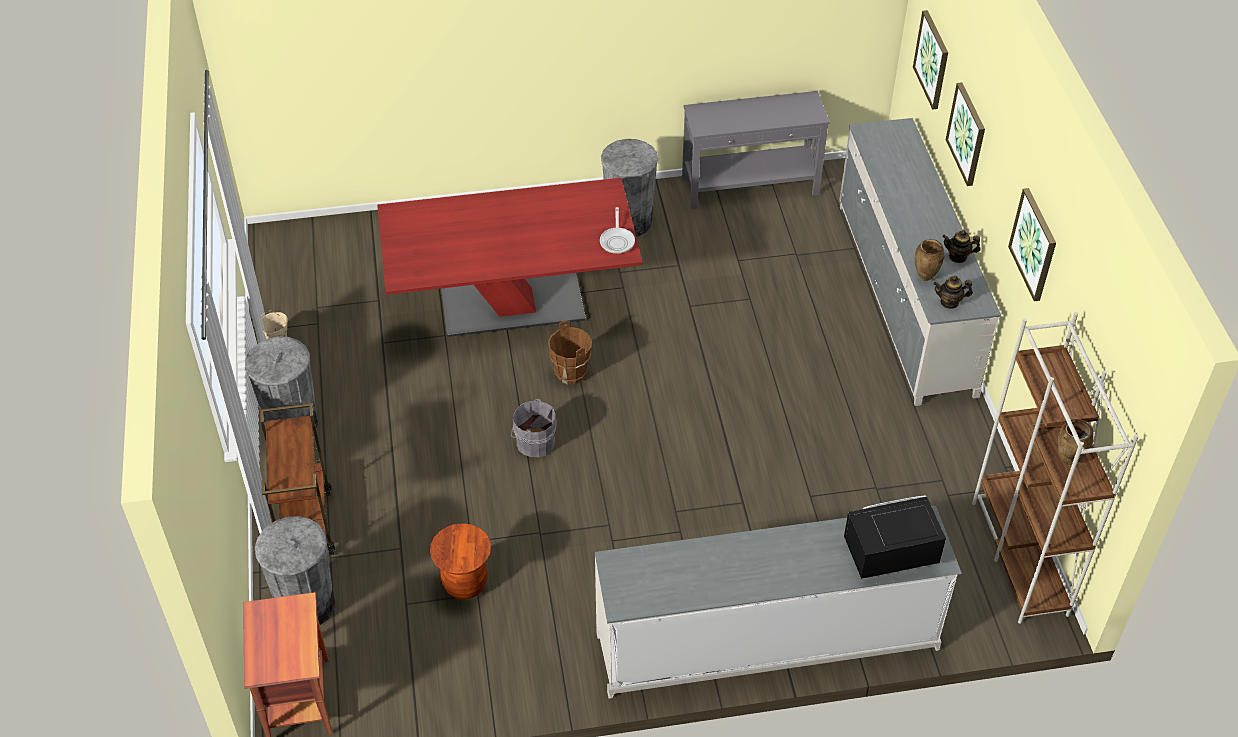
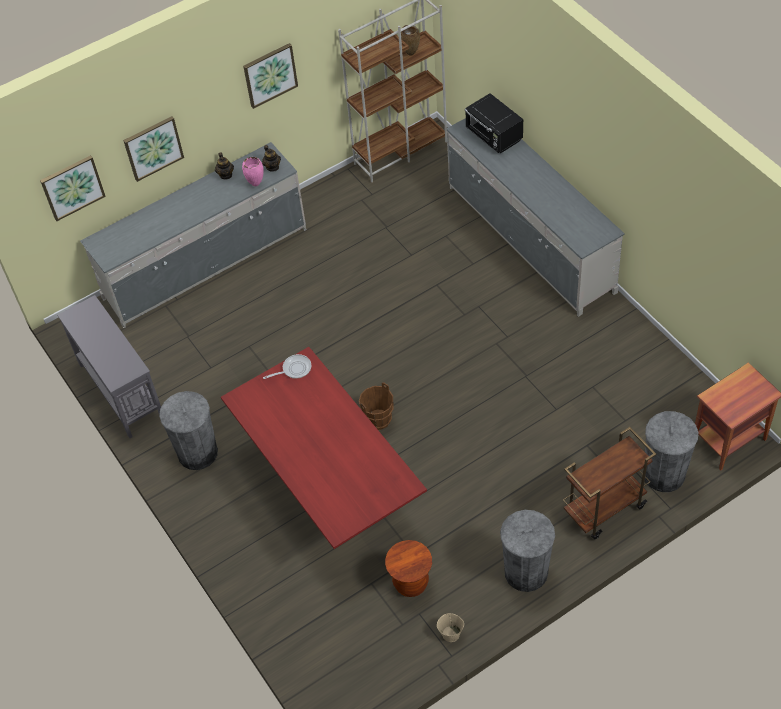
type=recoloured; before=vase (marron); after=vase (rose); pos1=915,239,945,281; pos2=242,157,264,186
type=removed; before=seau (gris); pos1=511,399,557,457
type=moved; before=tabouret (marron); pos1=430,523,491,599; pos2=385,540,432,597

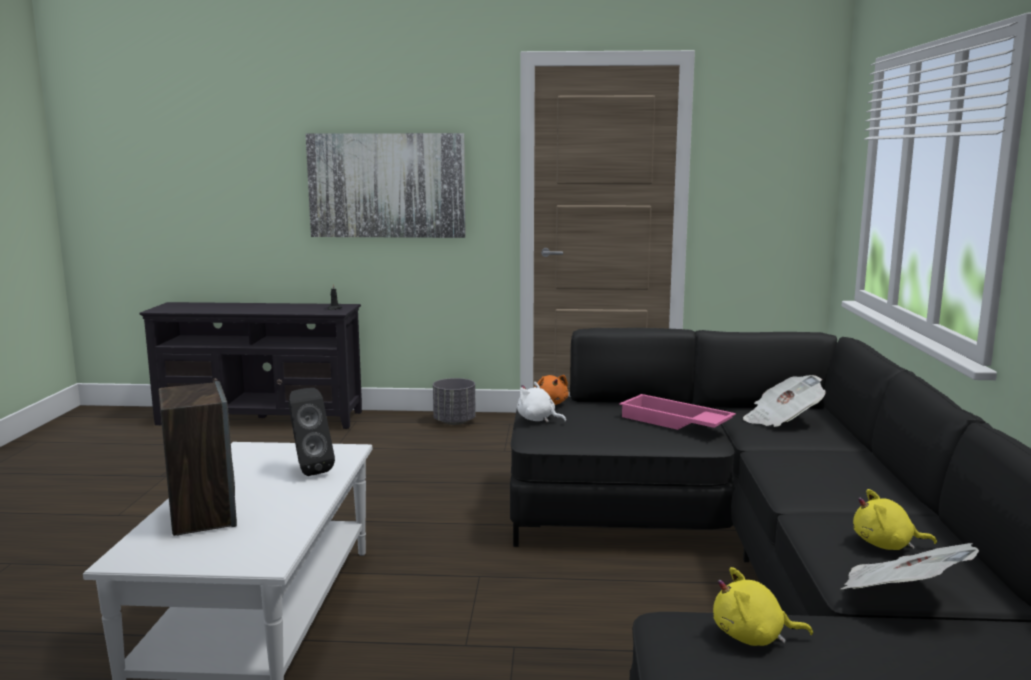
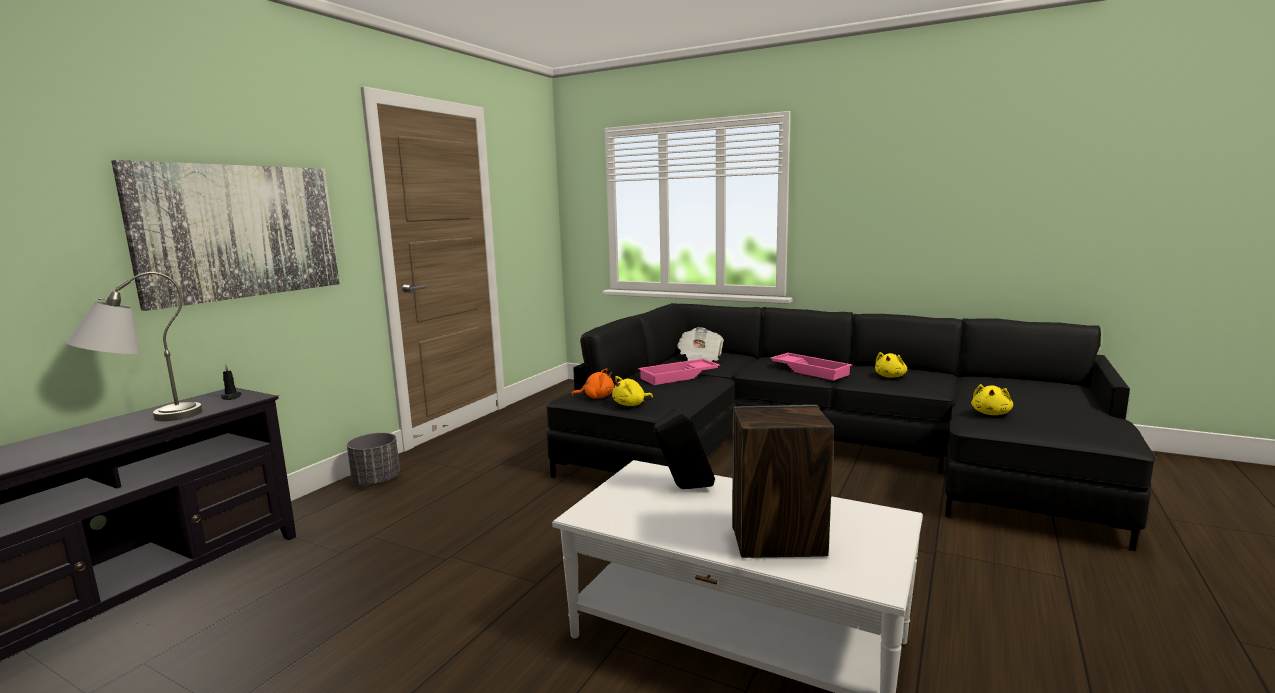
type=recoloured; before=peluche (blanc); after=peluche (jaune); pos1=517,382,566,423; pos2=612,376,653,406
type=removed; before=journal; pos1=841,543,979,589
type=added; after=lampe de table (gris); pos2=66,272,202,421
type=added; after=plateau (rose); pos2=770,353,852,380

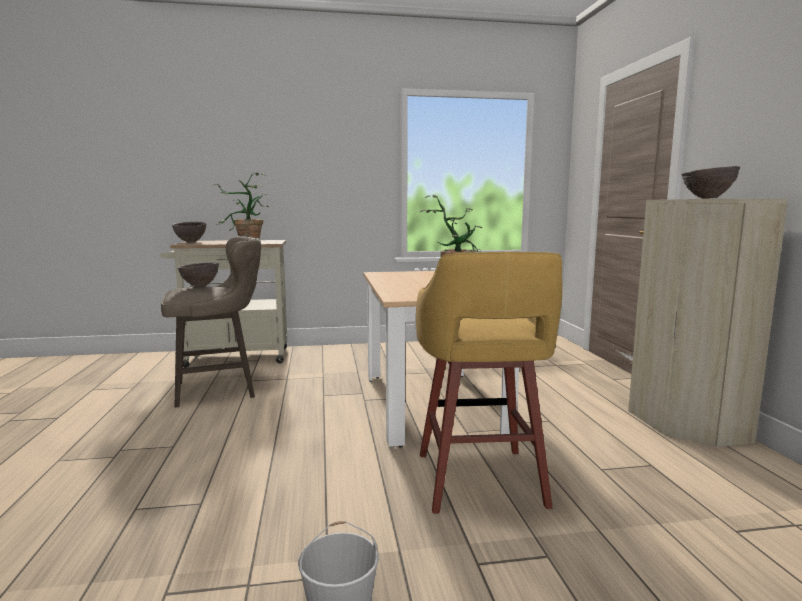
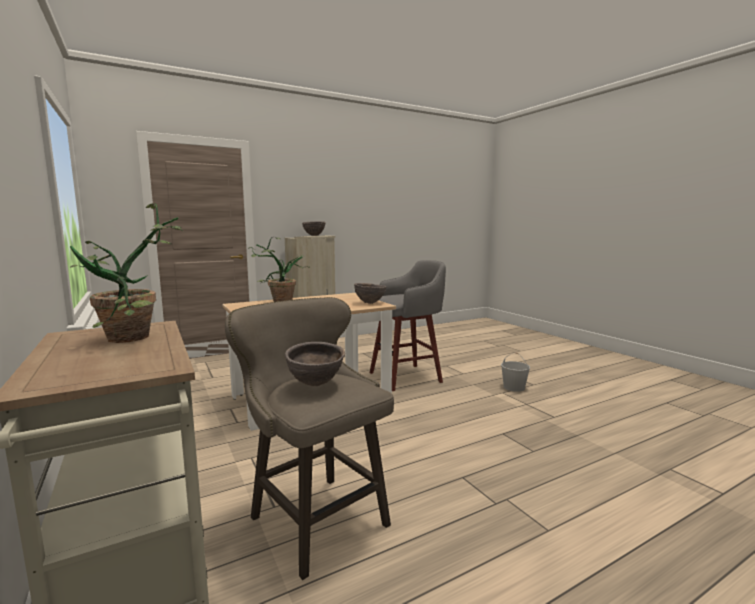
type=moved; before=bol (marron); pos1=172,222,207,242; pos2=354,283,387,304
type=recoloured; before=tabouret (jaune); after=tabouret (gris); pos1=416,252,562,514; pos2=370,260,446,391

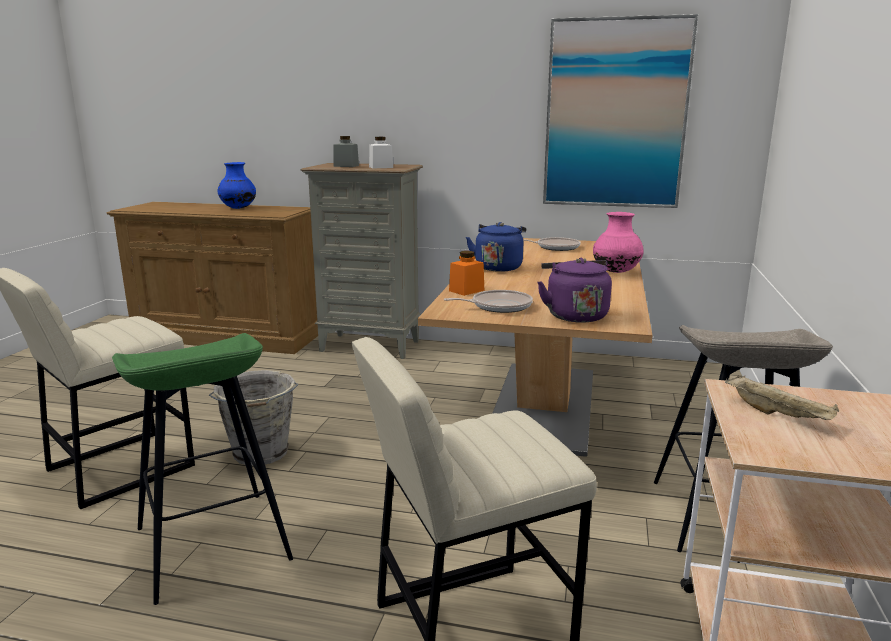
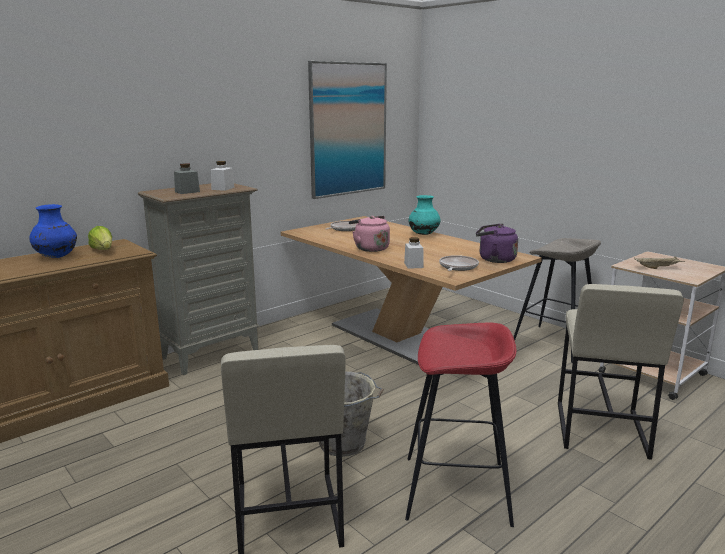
type=recoloured; before=vase (rose); after=vase (turquoise); pos1=593,212,644,273; pos2=408,195,441,235
type=recoloured; before=bouilloire (bleu); after=bouilloire (rose); pos1=466,222,526,272; pos2=349,216,390,252
type=recoloured; before=bocal (orange); after=bocal (blanc); pos1=449,251,484,296; pos2=404,237,424,269
type=recoloured; before=tabouret (vert); after=tabouret (rouge); pos1=112,333,293,605; pos2=405,323,516,527
type=added; after=laitue; pos2=88,226,112,250

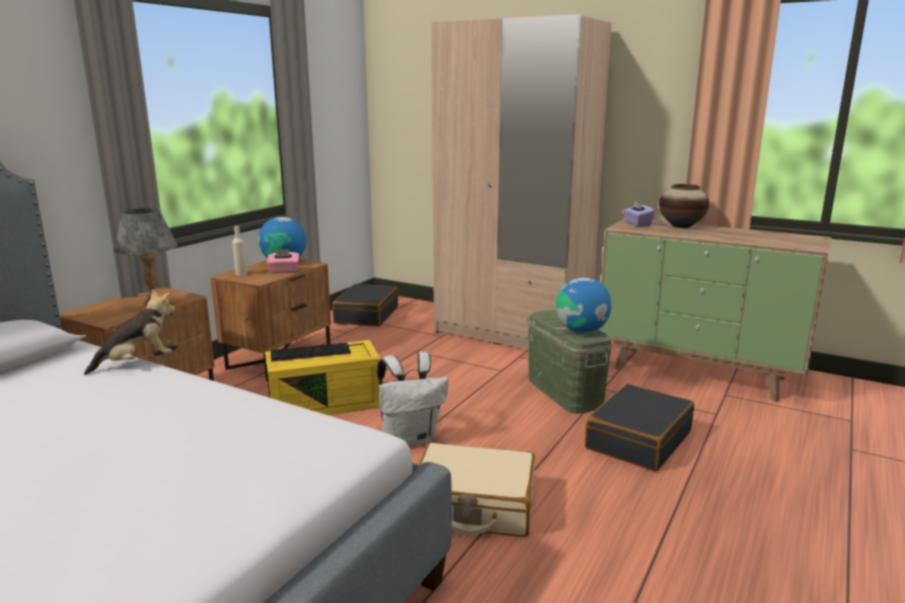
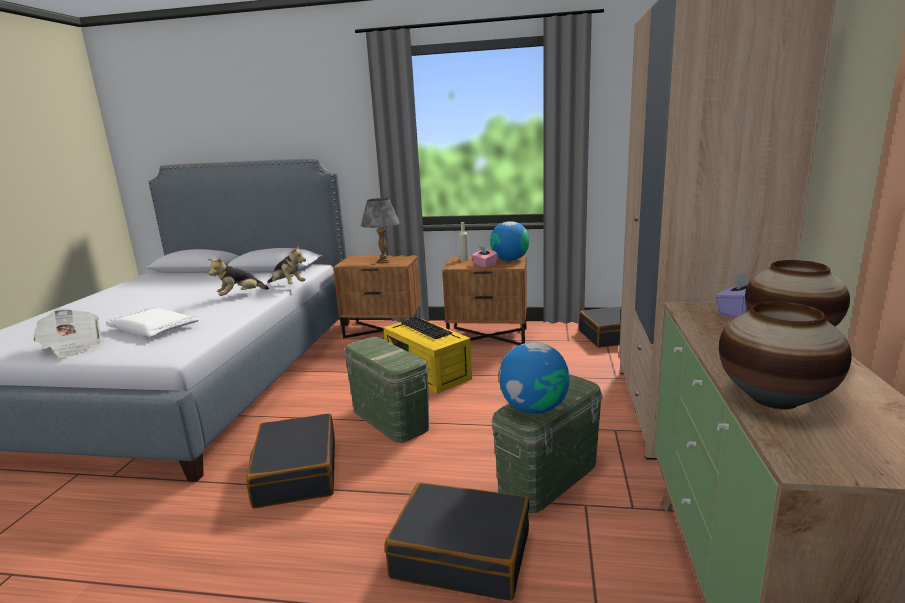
type=replaced; before=sac à dos (blanc); after=boîte de rangement (vert); pos1=377,352,449,447; pos2=344,337,429,443
type=recoloured; before=valise (beige); after=valise (noir); pos1=419,443,535,537; pos2=246,413,335,508
type=added; after=peluche; pos2=208,257,269,296
type=added; after=vase; pos2=719,301,852,410
type=added; after=coussin (blanc); pos2=106,307,200,337
type=added; after=journal; pos2=33,309,101,358

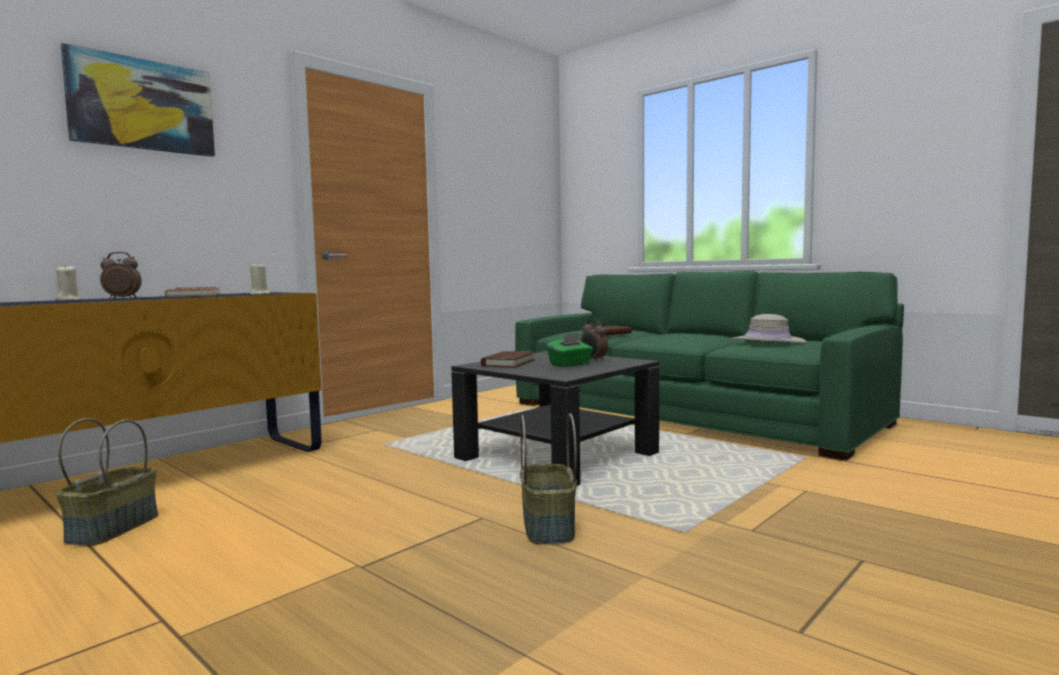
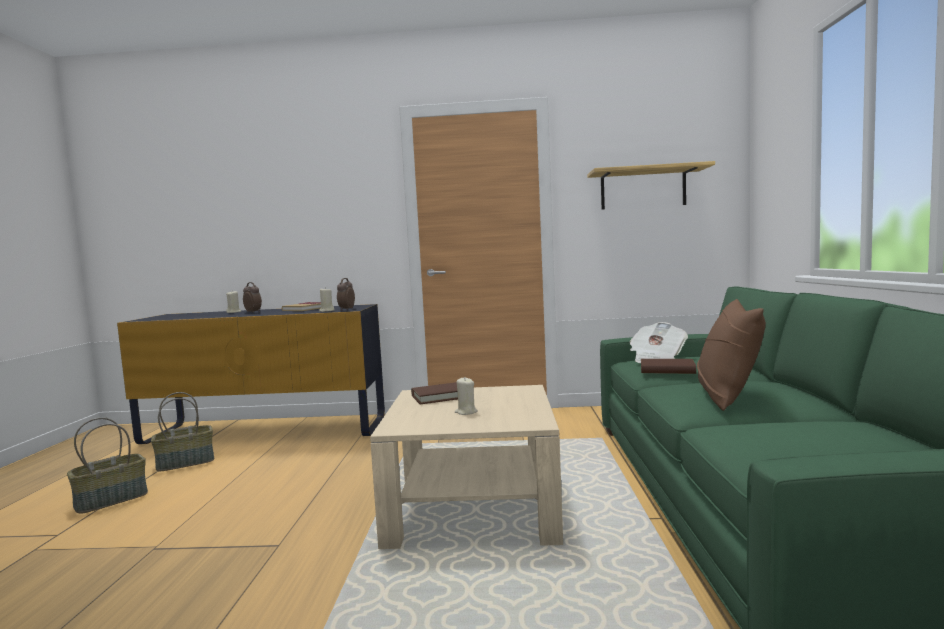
type=removed; before=tableau; pos1=61,43,215,157
type=removed; before=chapeau (beige); pos1=732,314,806,344
type=moved; before=réveil; pos1=580,319,608,362; pos2=337,278,355,311
type=replaced; before=boîte à mouchoirs (vert); after=bougie (beige); pos1=546,333,593,367; pos2=455,377,478,415
type=recoloured; before=table basse (noir); after=table basse (beige); pos1=451,351,659,486; pos2=370,385,563,549
type=moved; before=panier; pos1=520,413,577,544; pos2=67,417,148,514
type=added; after=étagère; pos2=587,161,715,210
type=added; after=coussin (marron); pos2=697,299,766,411
type=added; after=journal; pos2=630,322,688,363

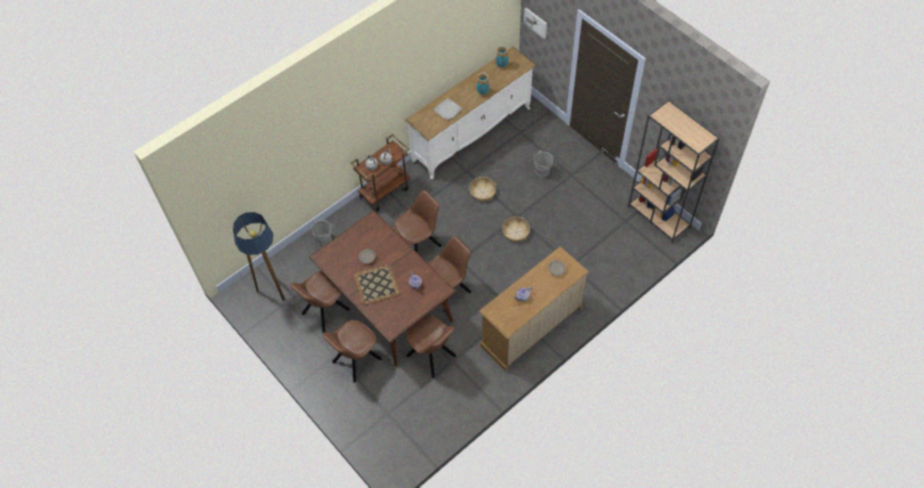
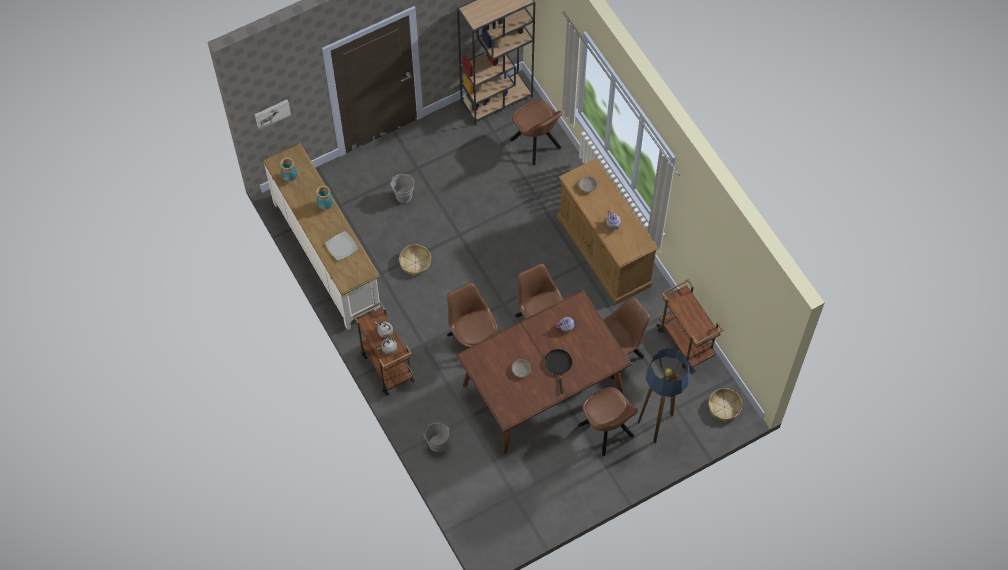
type=moved; before=lampadaire; pos1=233,212,285,301; pos2=638,348,690,443
type=moved; before=panier; pos1=502,217,530,243; pos2=709,388,742,422
type=replaced; before=plateau; after=poêle (noir); pos1=354,264,400,305; pos2=544,349,572,394
type=moved; before=chaise (marron); pos1=290,271,350,332; pos2=510,100,562,165
type=added; after=chariot (marron); pos2=657,279,724,369

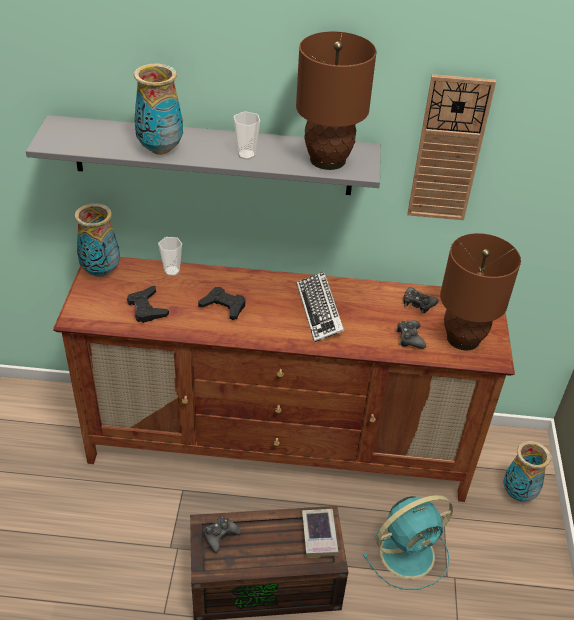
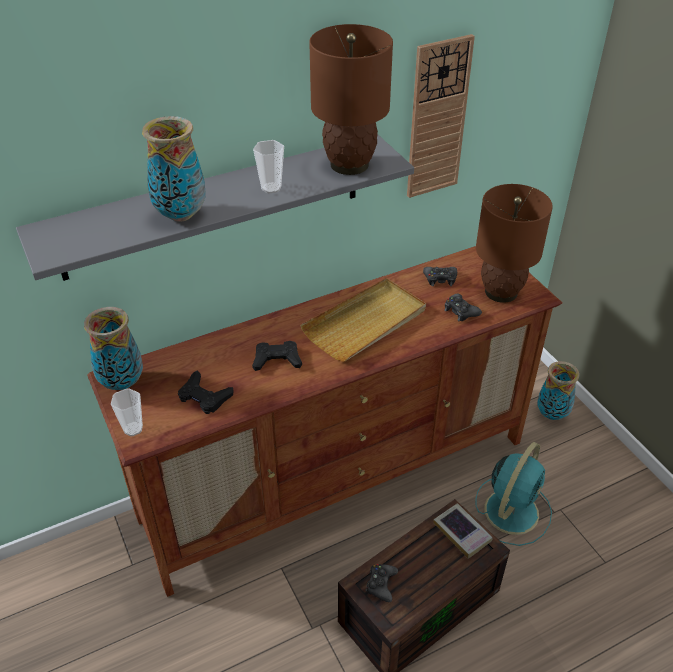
type=moved; before=tasse; pos1=158,237,182,276; pos2=111,388,143,436
type=replaced; before=clavier; after=plateau (beige); pos1=297,271,345,342; pos2=300,278,426,362

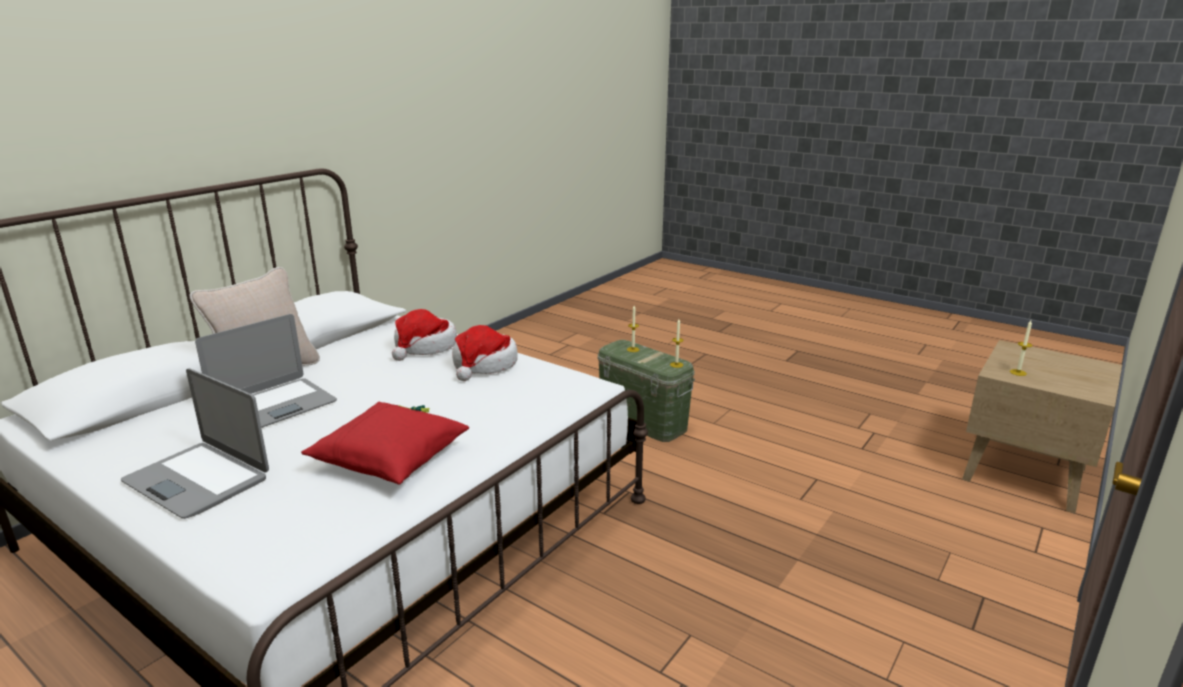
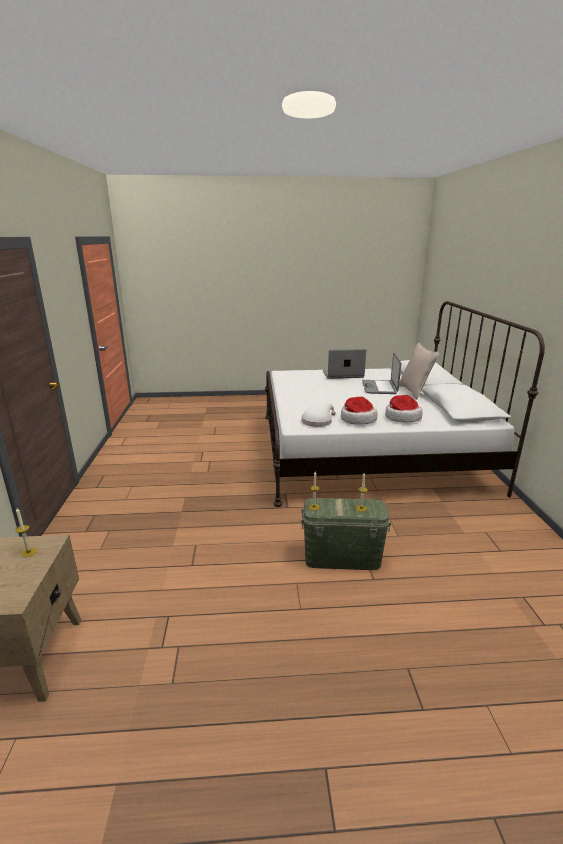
type=removed; before=coussin (rouge); pos1=301,402,469,485
type=added; after=chapeau (blanc); pos2=302,402,336,427

